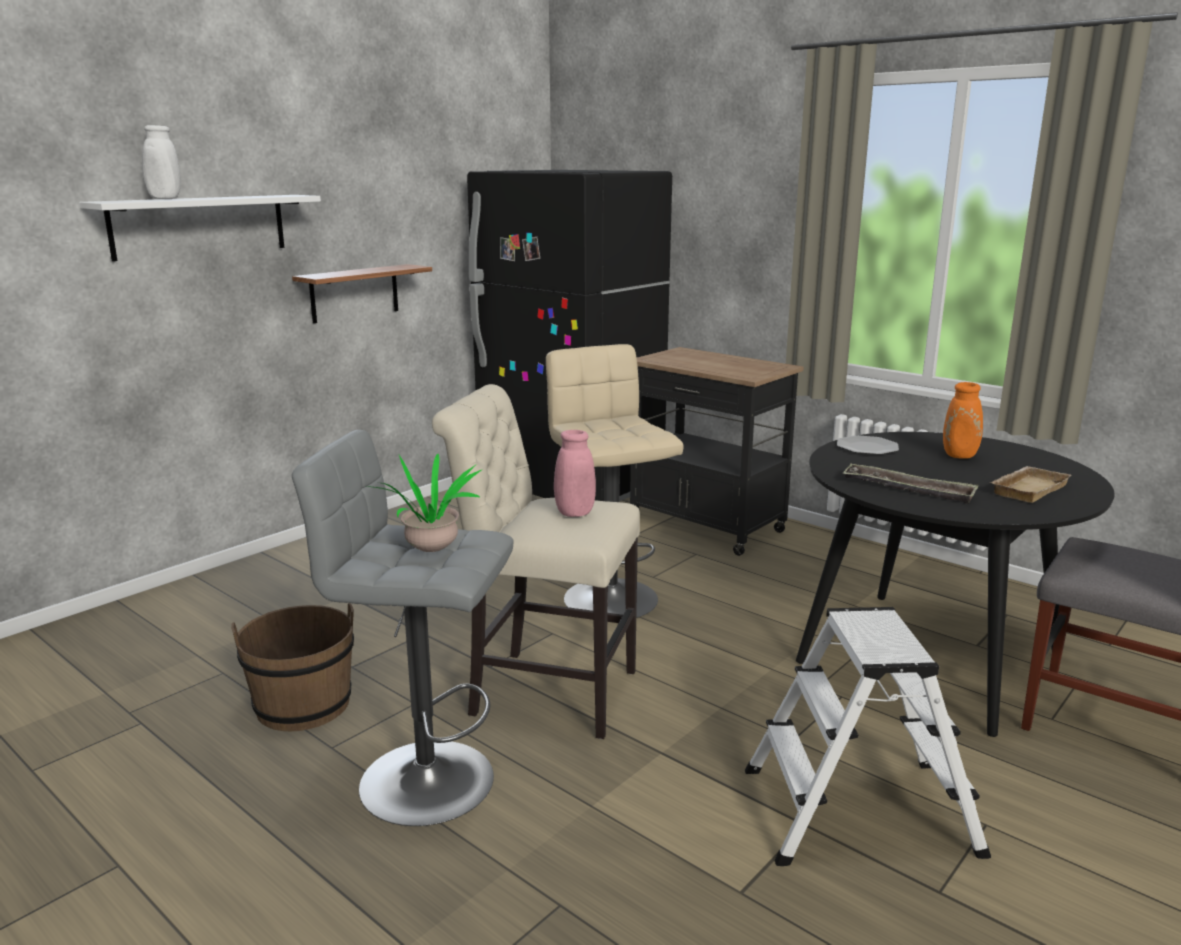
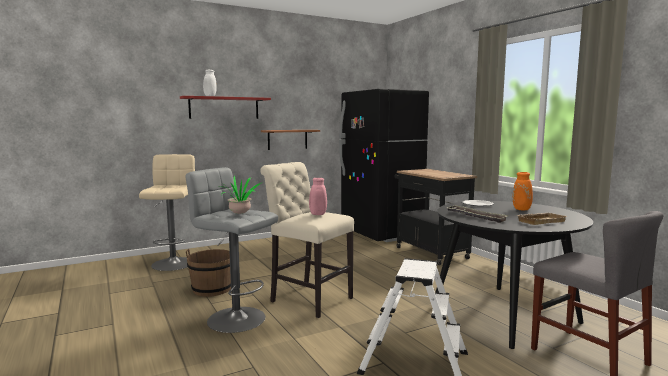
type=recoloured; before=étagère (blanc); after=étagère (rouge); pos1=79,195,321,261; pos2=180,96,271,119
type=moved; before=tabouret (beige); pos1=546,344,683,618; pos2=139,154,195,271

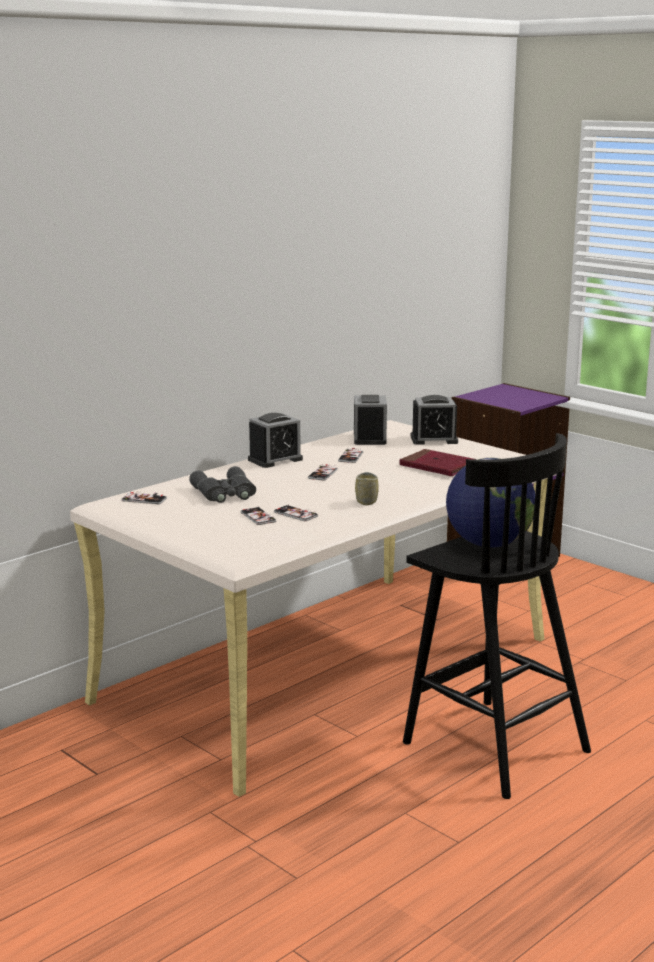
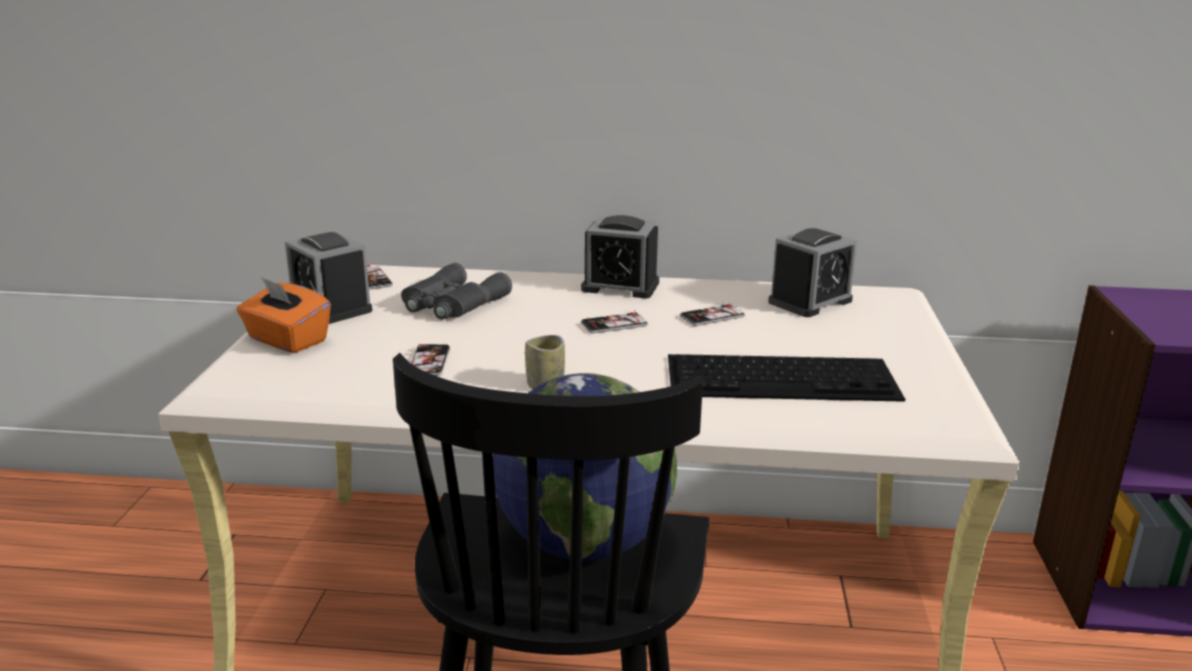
type=moved; before=réveil; pos1=411,395,458,445; pos2=285,231,372,324
type=replaced; before=livre (rouge); after=clavier; pos1=399,449,477,476; pos2=668,354,905,402
type=removed; before=téléphone; pos1=241,507,276,525
type=added; after=boîte à mouchoirs (orange); pos2=236,277,331,353

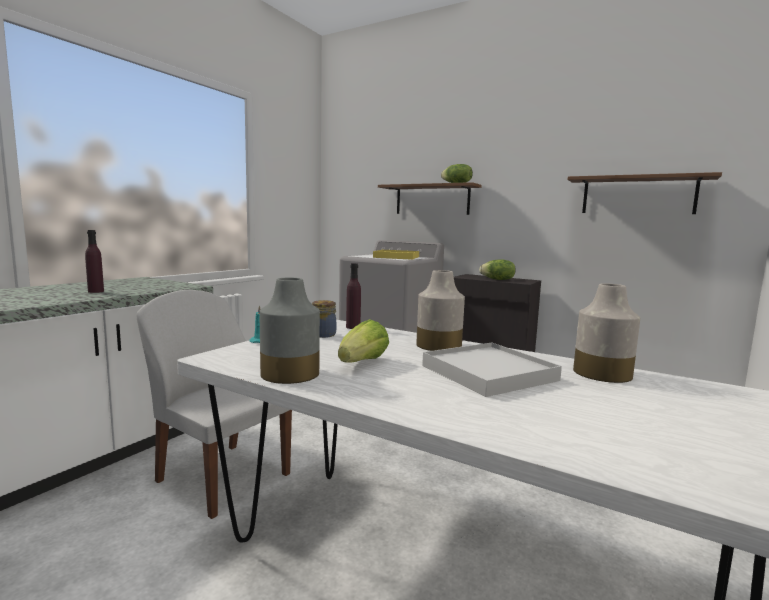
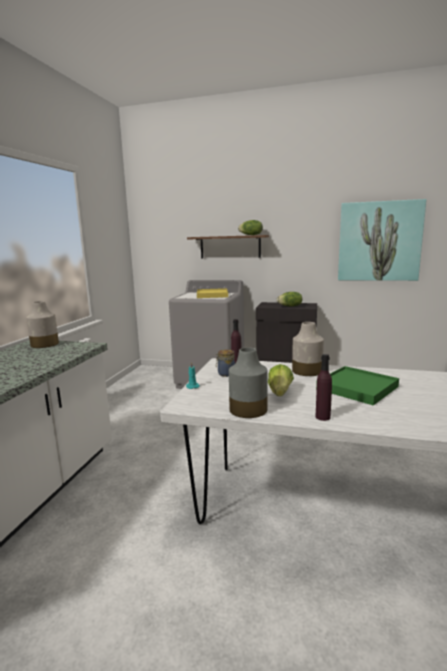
type=replaced; before=étagère (marron); after=tableau; pos1=568,172,722,214; pos2=338,199,426,281
type=moved; before=bouteille (violet); pos1=85,230,104,293; pos2=315,354,332,421
type=moved; before=vase (beige); pos1=573,283,640,383; pos2=26,301,59,348
type=removed; before=chaise (blanc); pos1=137,290,292,519
type=recoloured; before=plateau (blanc); after=plateau (vert); pos1=422,343,562,397; pos2=316,366,399,405

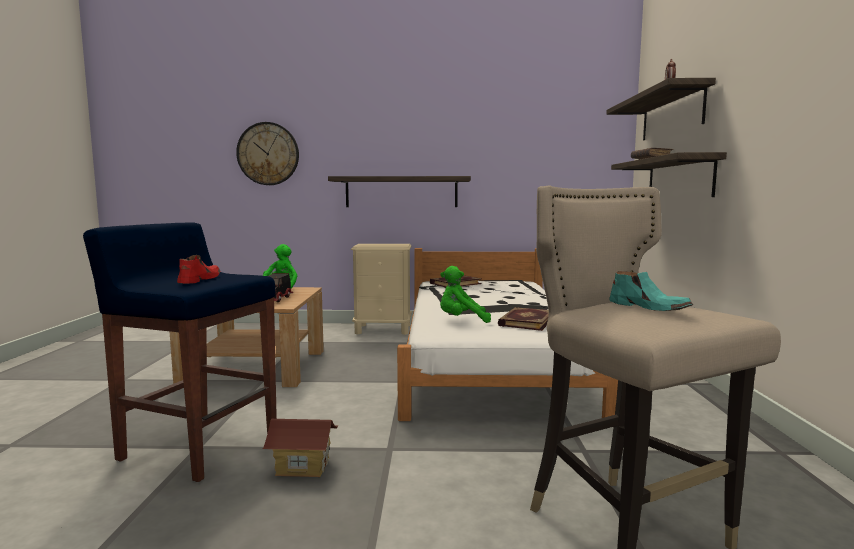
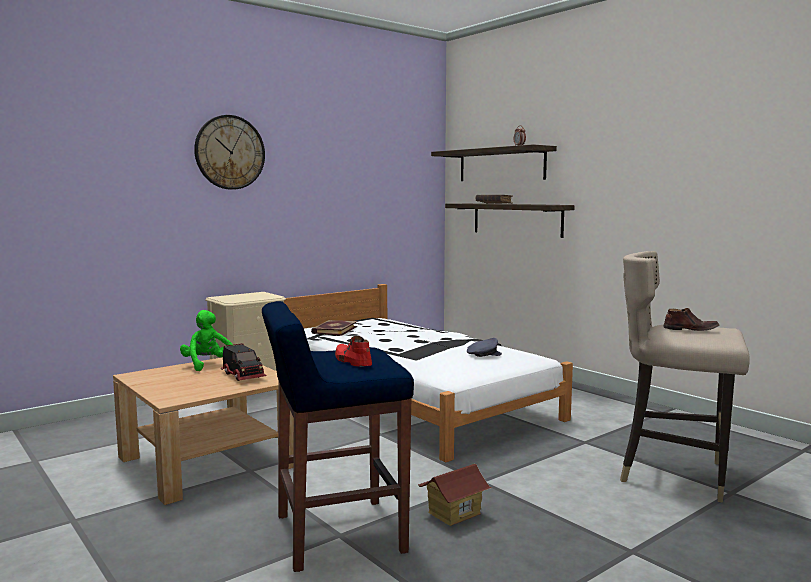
type=moved; before=horloge murale; pos1=236,122,299,185; pos2=194,115,265,190
type=removed; before=étagère; pos1=328,176,471,207
type=removed; before=peluche (vert); pos1=440,266,491,323
type=recoloured; before=chaussure (turquoise); after=chaussure (marron); pos1=609,271,693,311; pos2=663,308,719,331
type=replaced; before=livre; after=casquette (gris); pos1=498,307,549,331; pos2=467,338,502,357

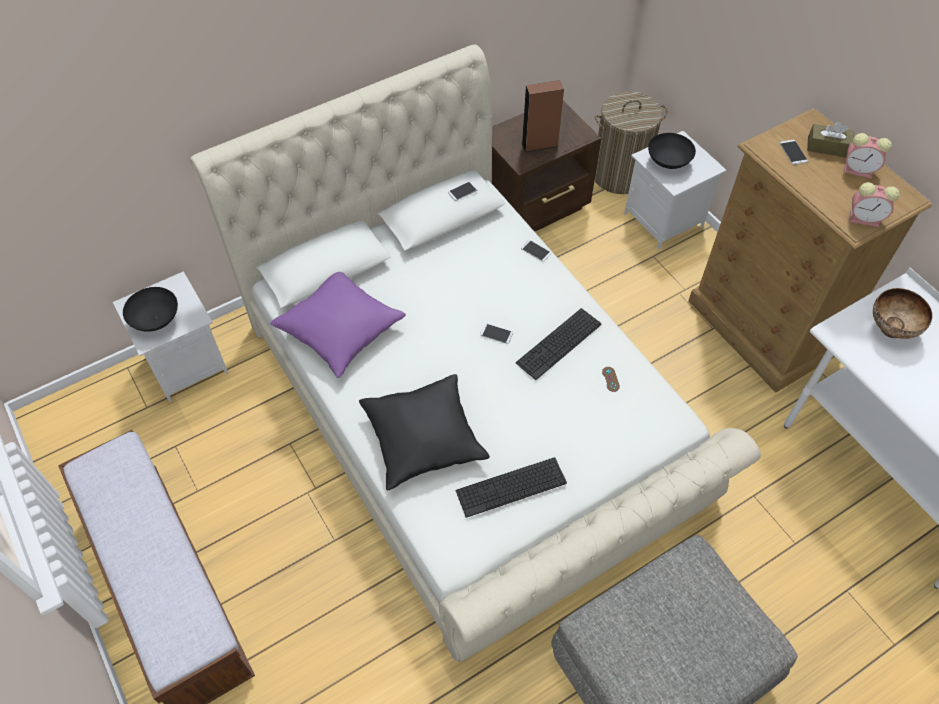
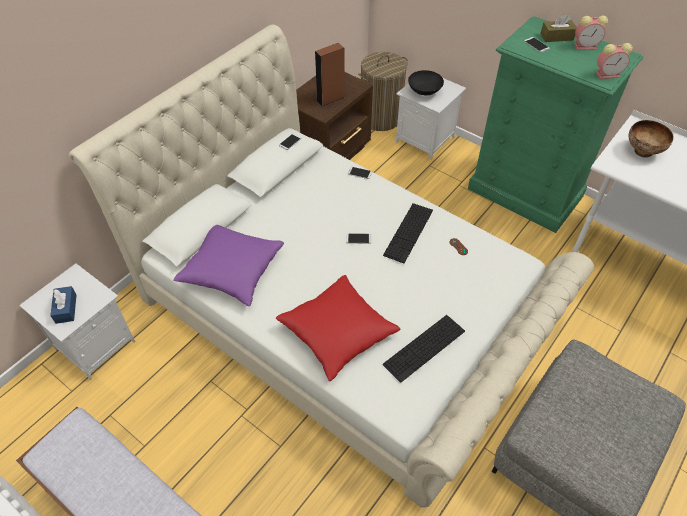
type=recoloured; before=commode (marron); after=commode (vert); pos1=688,109,932,393; pos2=468,16,643,233
type=replaced; before=bol (noir); after=boîte à mouchoirs (bleu); pos1=123,287,178,332; pos2=50,286,77,324
type=recoloured; before=coussin (noir); after=coussin (rouge); pos1=359,374,490,490; pos2=276,275,400,381

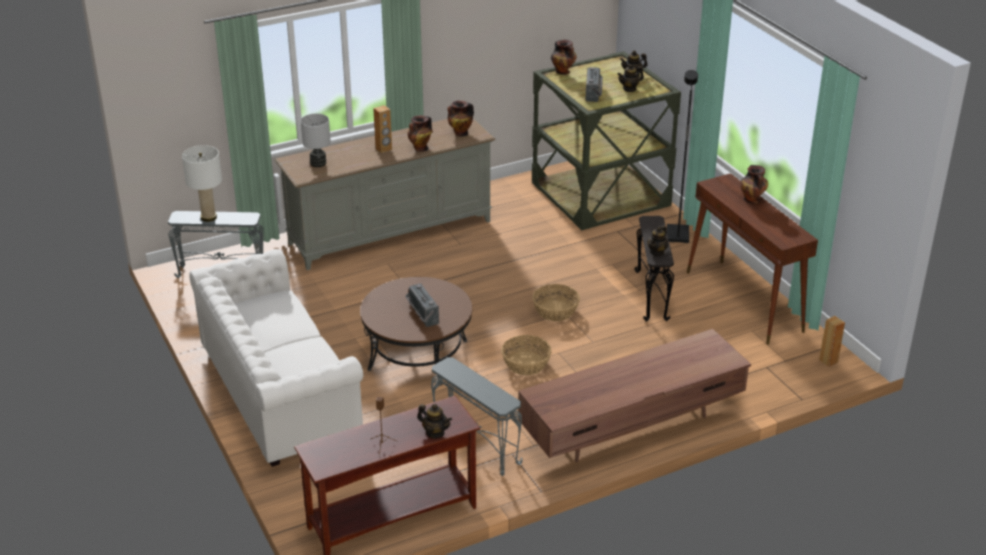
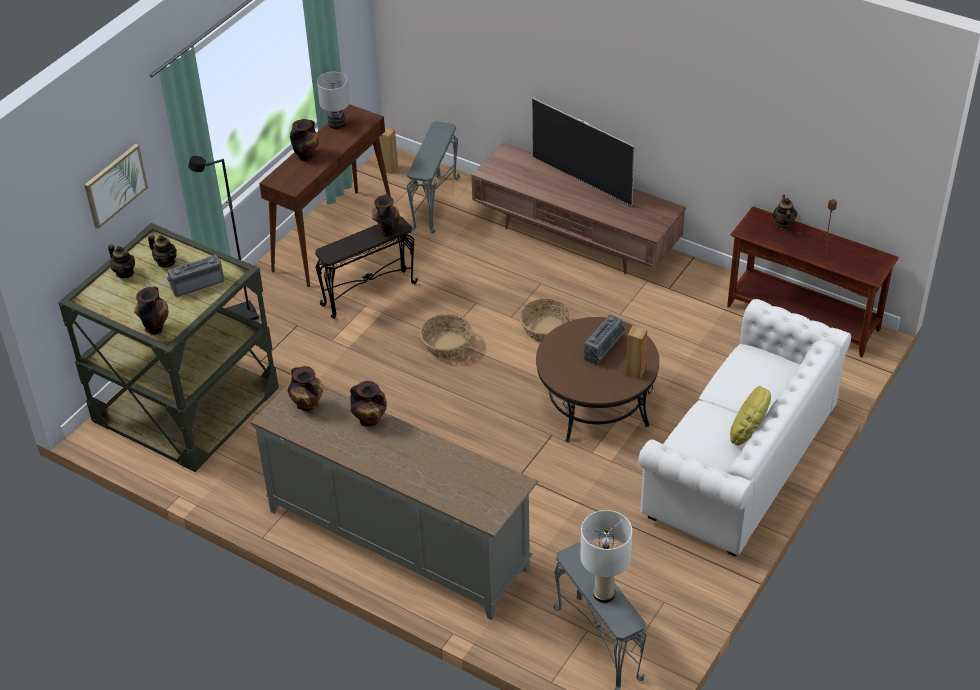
type=moved; before=enceinte (marron); pos1=373,105,392,153; pos2=625,326,647,380
type=moved; before=lampe de table (gris); pos1=301,114,331,167; pos2=317,72,350,129
type=replaced; before=théière; after=vase; pos1=647,226,669,256; pos2=371,194,400,237
type=moved; before=table d'appoint (gris); pos1=431,357,522,476; pos2=407,122,460,234
type=added; after=téléviseur; pos2=532,98,635,206
type=added; after=tableau; pos2=85,144,148,229
type=added; after=coussin (jaune); pos2=730,386,771,445

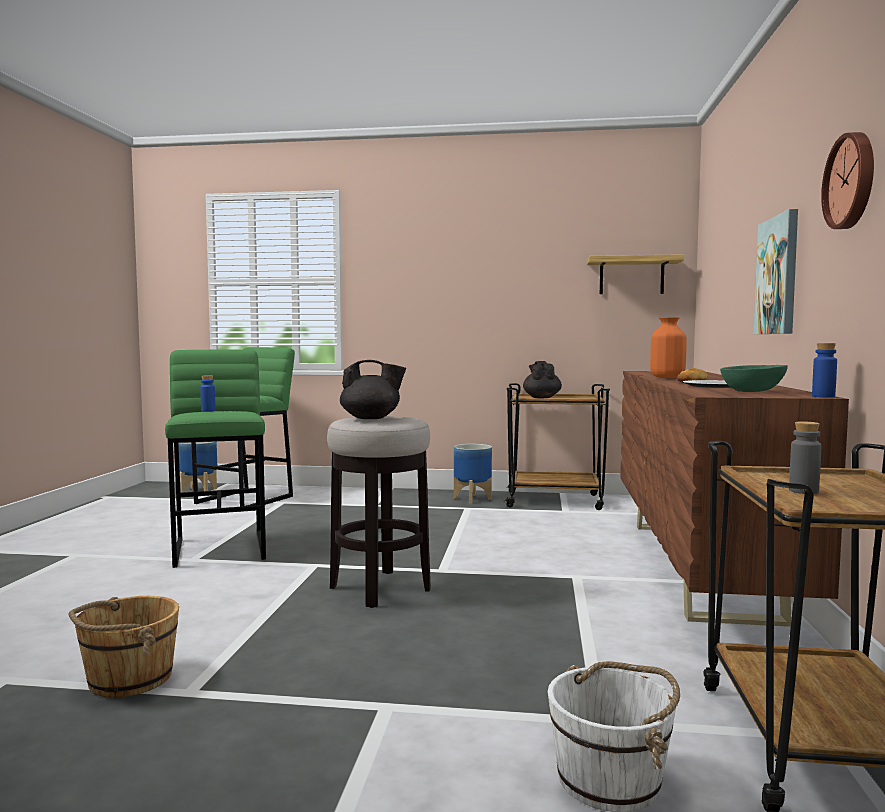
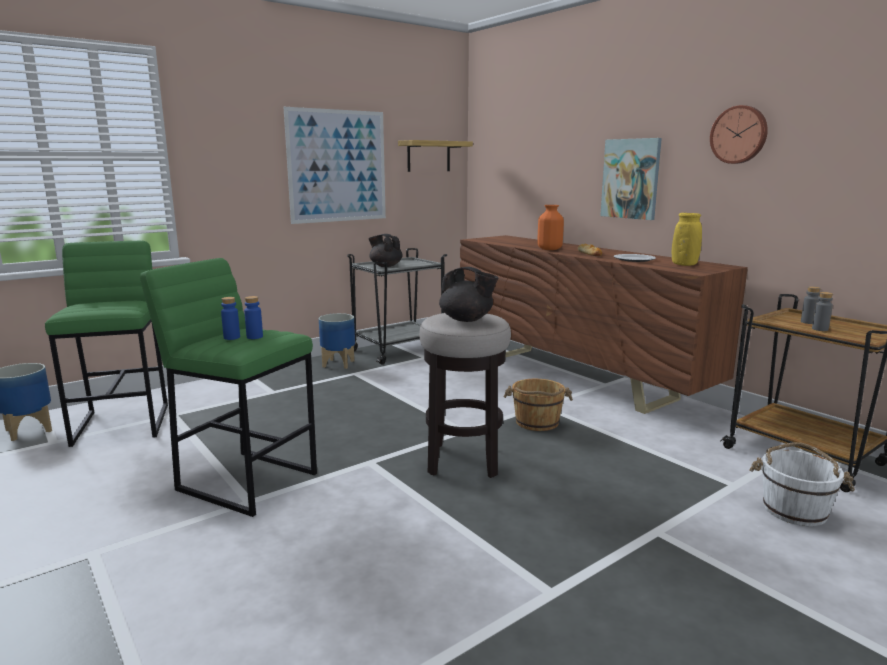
type=moved; before=bouteille (bleu); pos1=812,343,837,397; pos2=244,296,263,339
type=turned; before=théière (noir); pos1=340,360,406,419; pos2=439,267,499,322; turn=75
type=replaced; before=bol (vert); after=vase (jaune); pos1=720,365,788,392; pos2=672,213,702,266
type=recoloured; before=chariot (marron); after=chariot (gris); pos1=503,383,610,510; pos2=347,248,447,364
type=moved; before=seau (marron); pos1=68,596,179,698; pos2=504,379,573,431
type=added; after=tableau; pos2=283,107,386,224
type=added; after=bouteille (gris); pos2=801,286,821,324

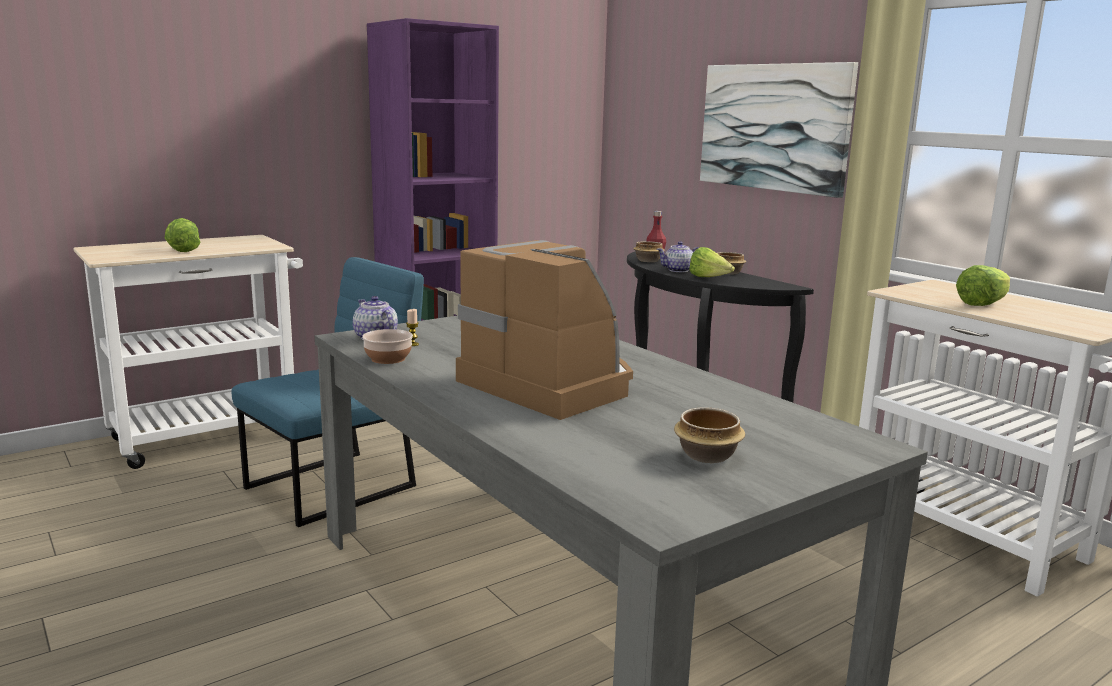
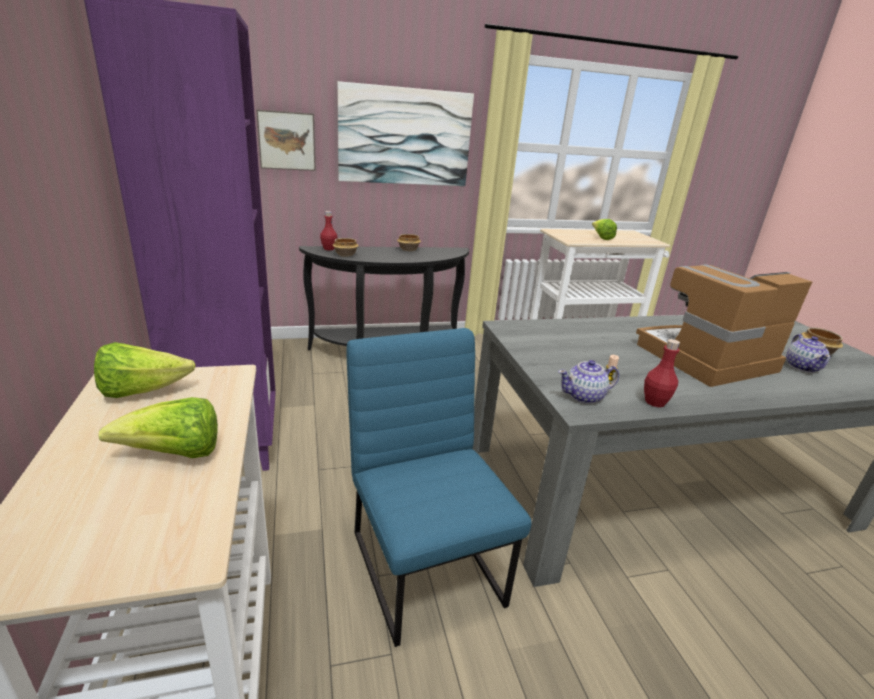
type=moved; before=théière; pos1=656,241,698,272; pos2=786,334,831,373
type=moved; before=laitue; pos1=689,247,735,277; pos2=94,342,196,398
type=replaced; before=bol; after=bouteille (rouge); pos1=362,329,413,364; pos2=644,339,680,407
type=added; after=tableau; pos2=257,110,316,171

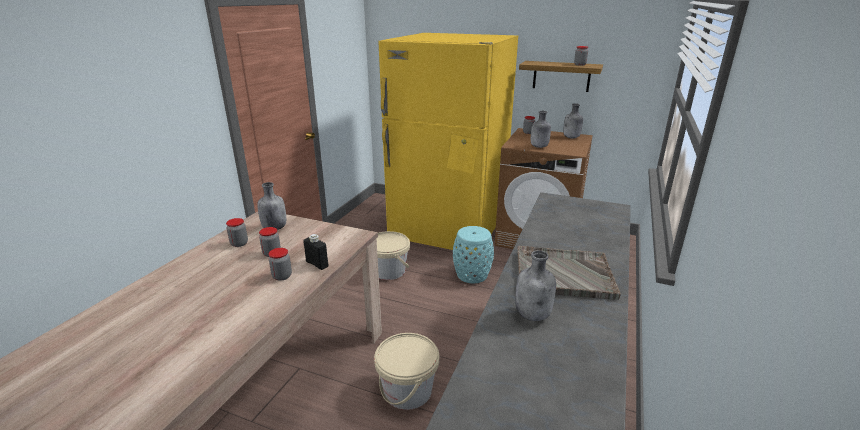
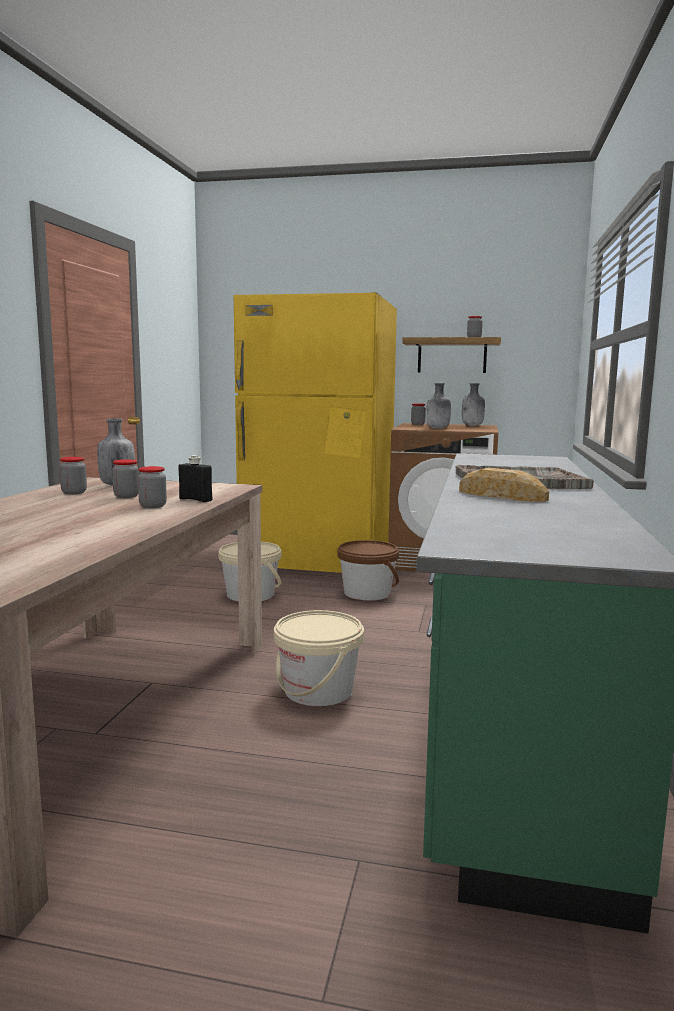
type=replaced; before=tabouret (turquoise); after=seau (marron); pos1=453,226,494,283; pos2=337,540,399,601
type=replaced; before=bouteille (gris); after=pain; pos1=515,250,556,321; pos2=459,468,549,502

